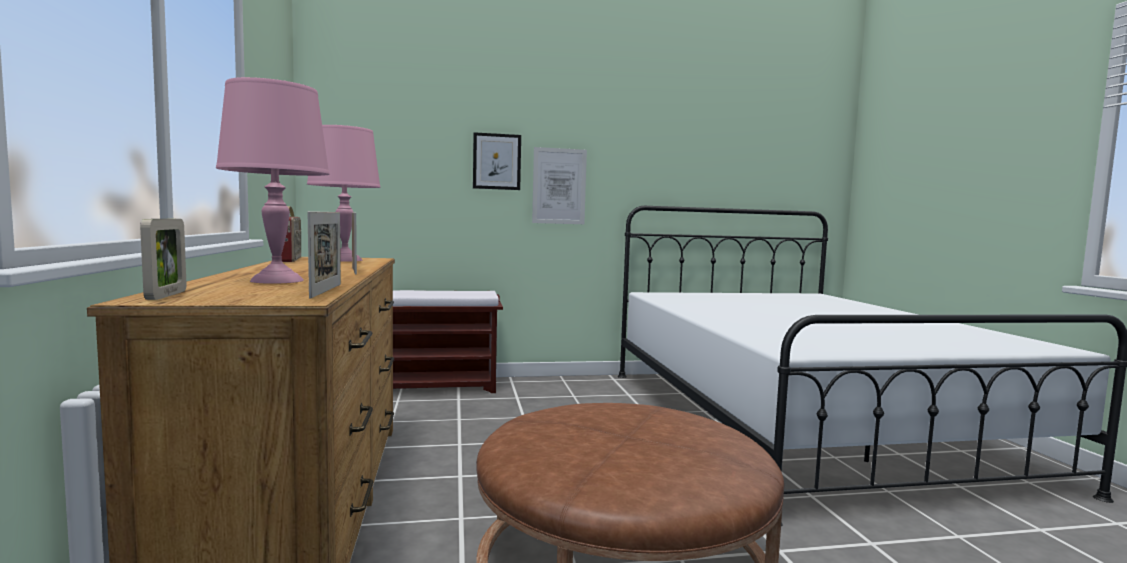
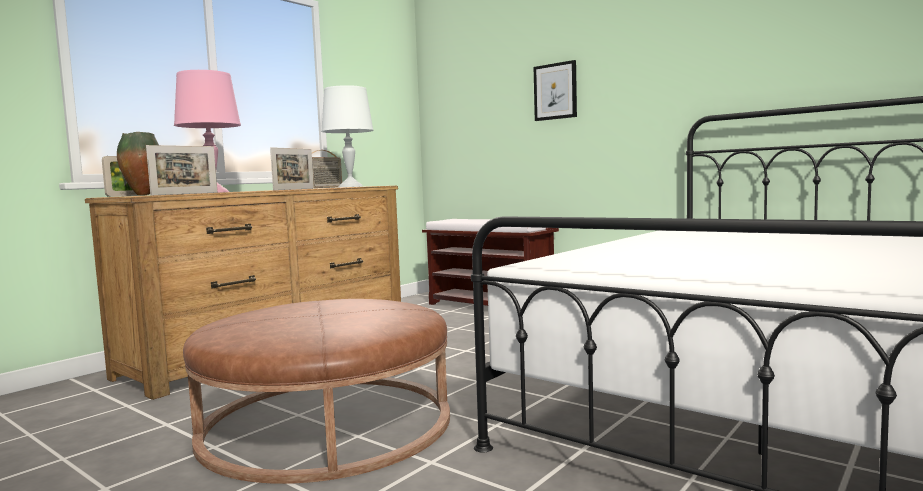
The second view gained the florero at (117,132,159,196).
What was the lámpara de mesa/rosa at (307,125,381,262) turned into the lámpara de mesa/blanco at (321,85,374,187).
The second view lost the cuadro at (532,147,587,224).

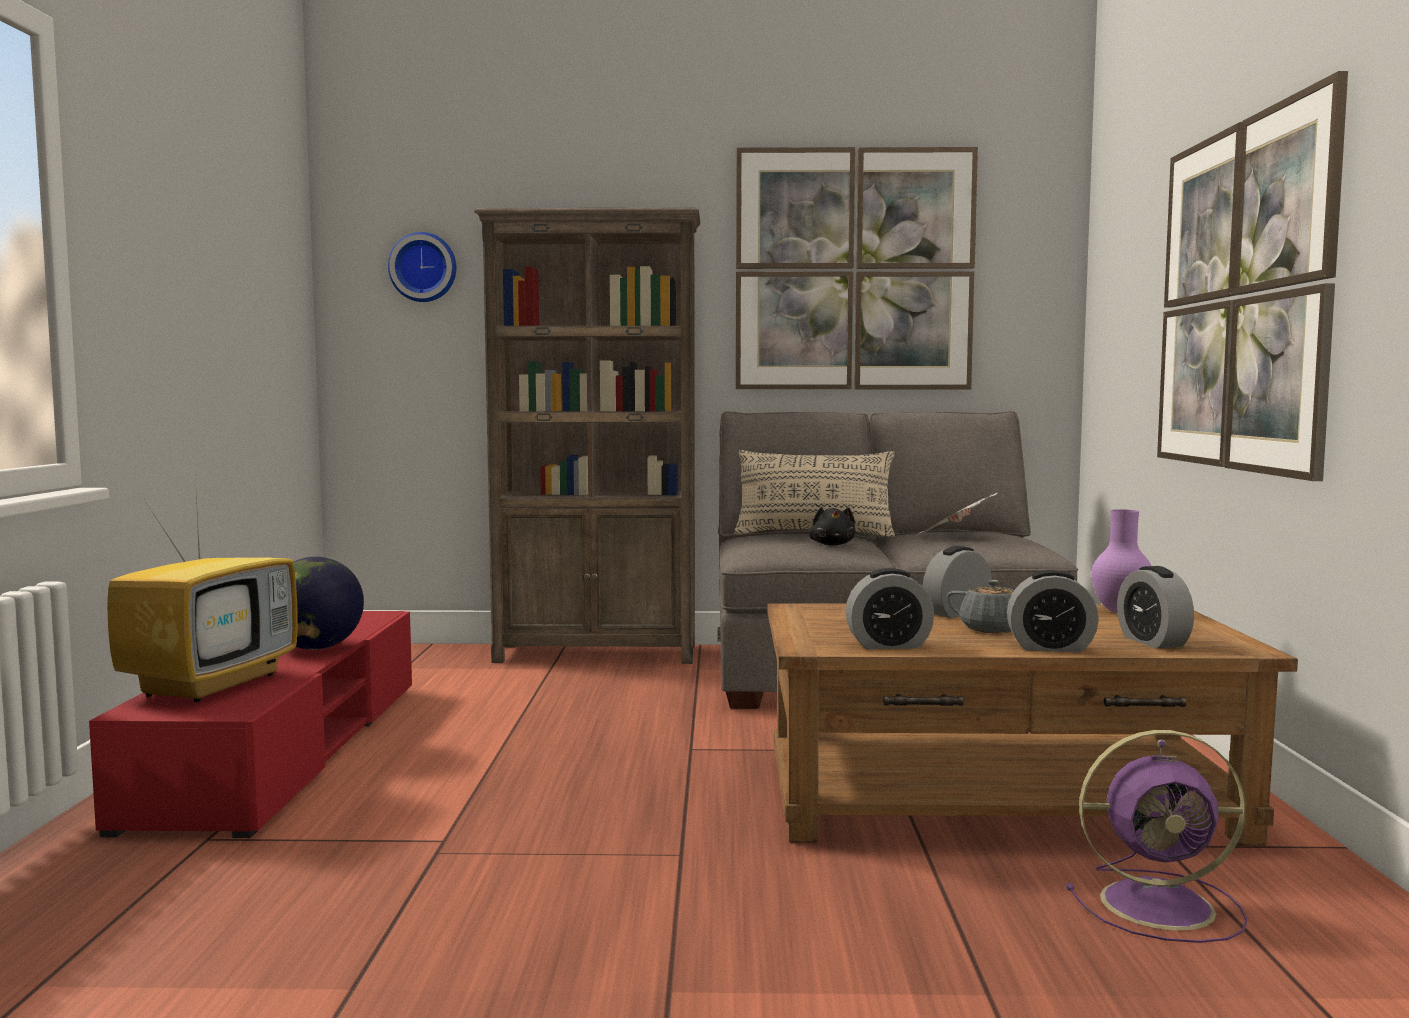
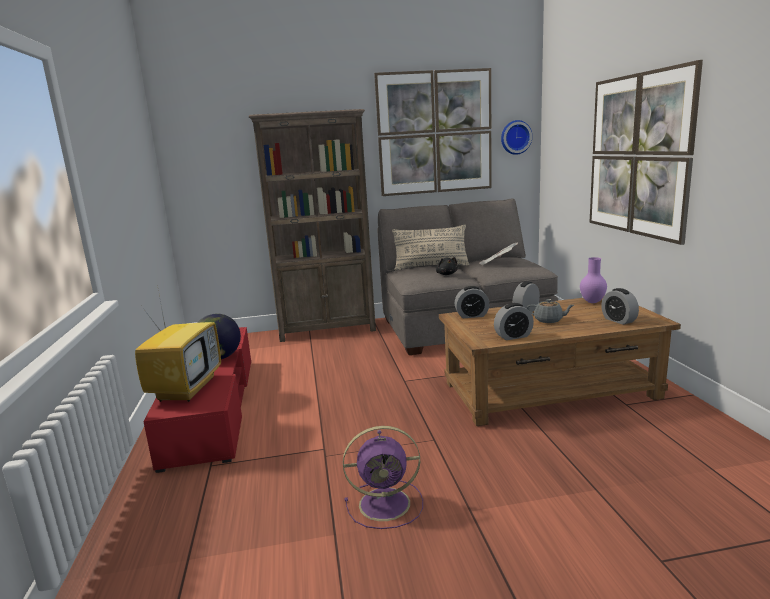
The ventilador/morado ended up elsewhere, having gone from (1066,730,1247,943) to (343,426,423,529).
The despertador ended up elsewhere, having gone from (1007,570,1099,652) to (455,286,489,318).
The reloj de pared ended up elsewhere, having gone from (388,232,456,302) to (501,120,532,155).

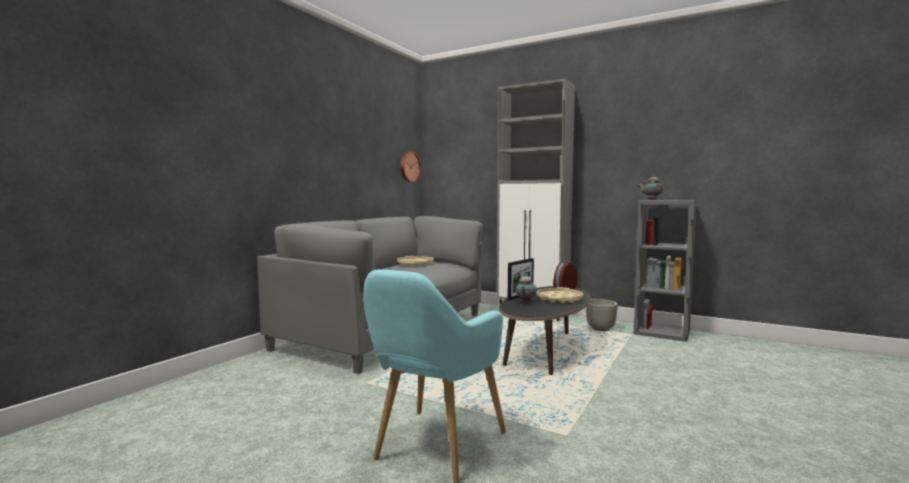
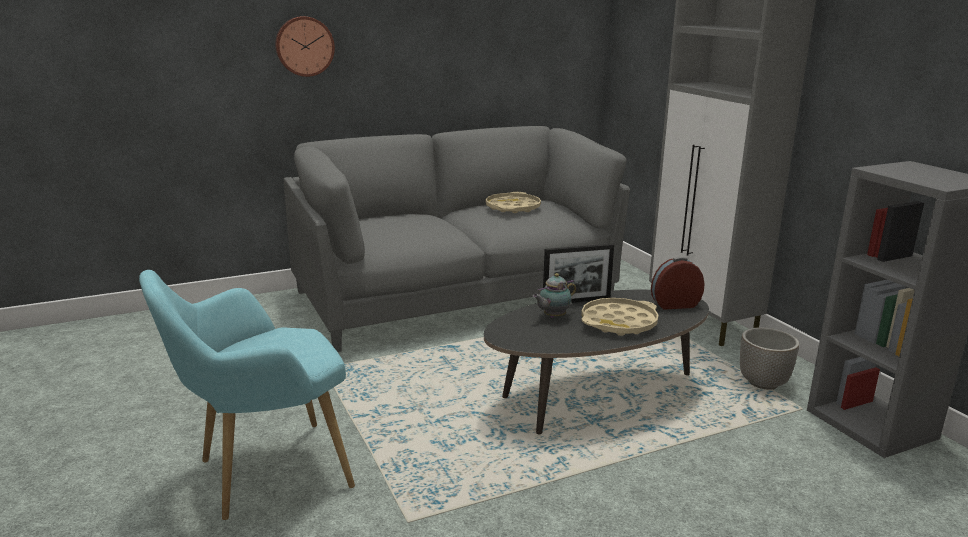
The reloj de pared ended up elsewhere, having gone from (400,152,421,182) to (275,16,335,77).
The second view lost the tetera at (638,175,668,200).

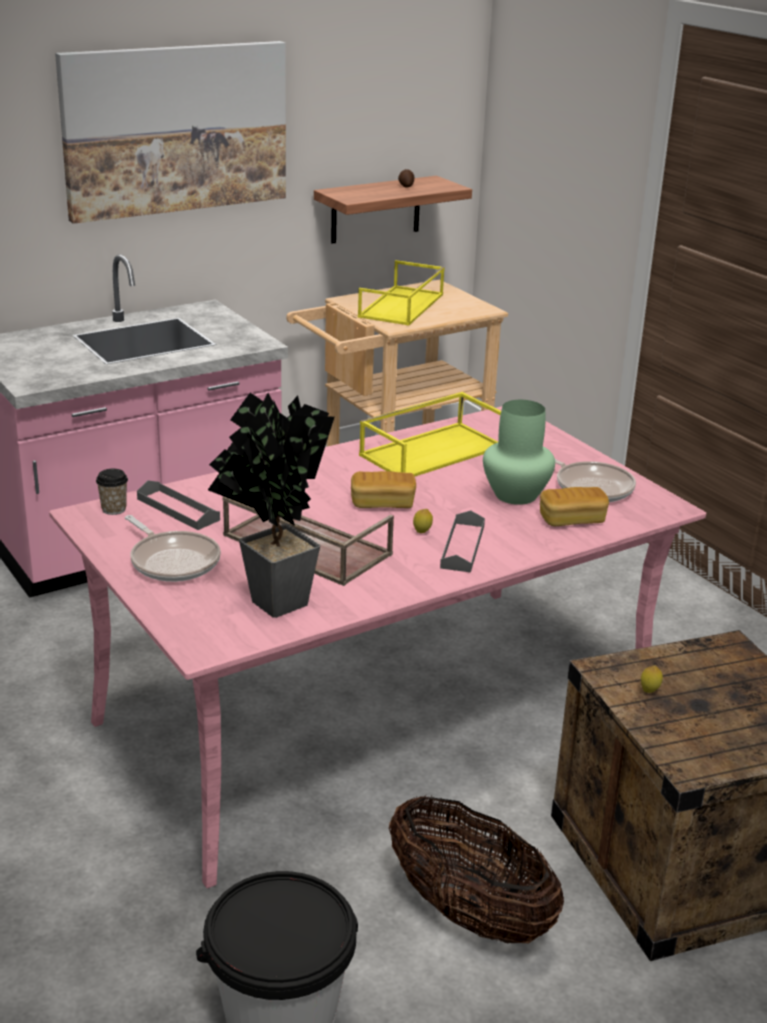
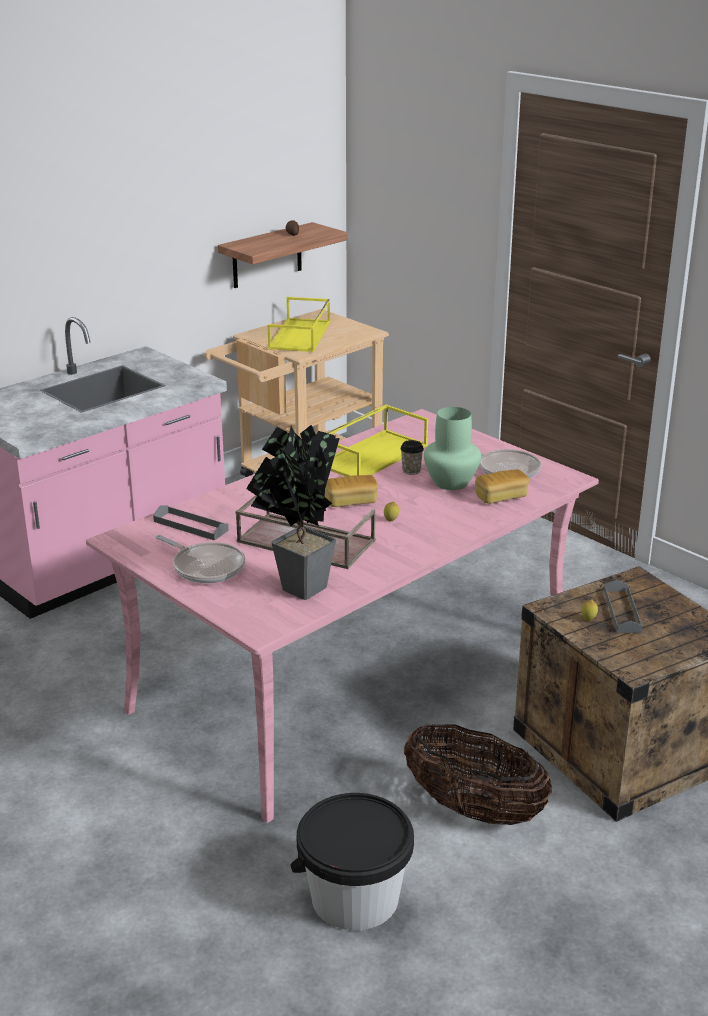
The taza ended up elsewhere, having gone from (96,469,128,515) to (400,440,424,475).
The bandeja/gris ended up elsewhere, having gone from (440,510,485,572) to (604,580,643,633).
The second view lost the cuadro at (55,41,286,224).

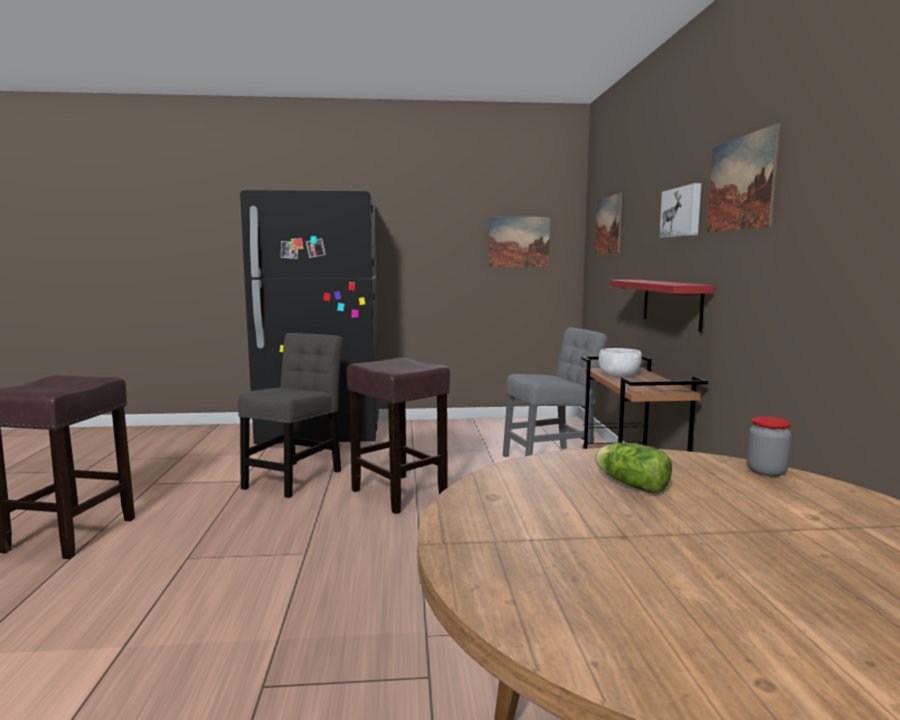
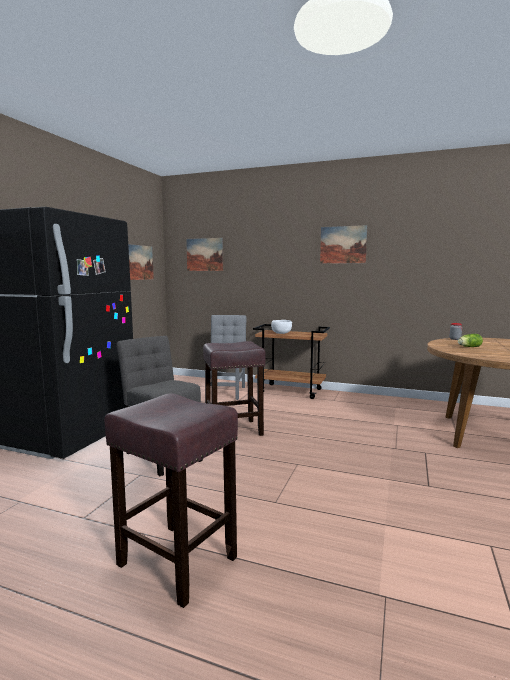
The second view lost the estante/rojo at (610,280,714,332).
The second view lost the cuadro at (659,183,701,238).

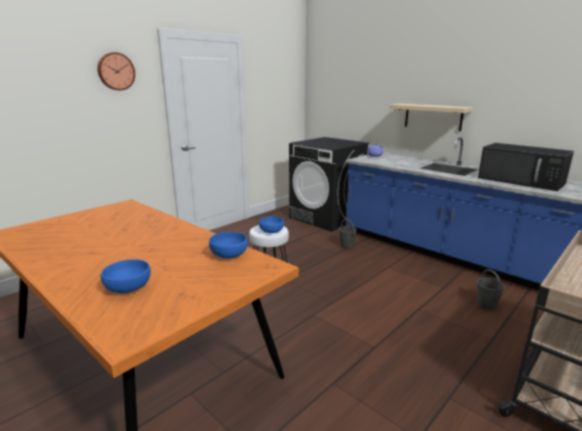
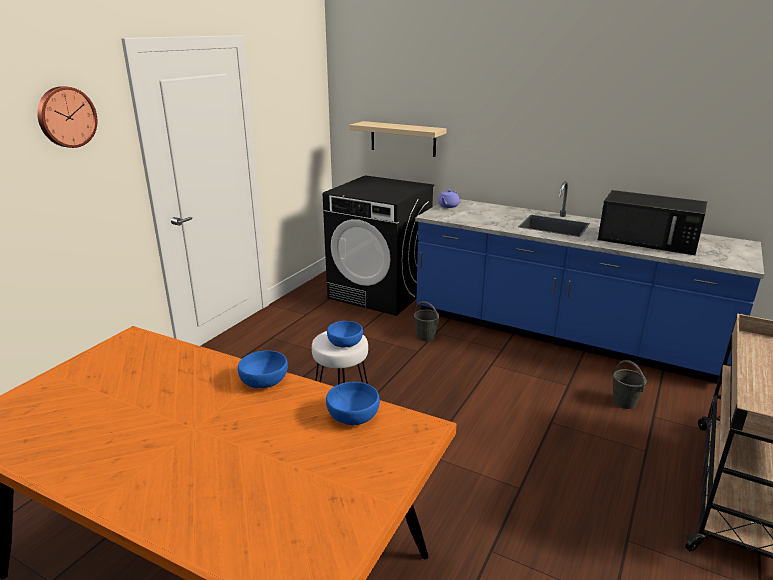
The cuenco/azul ended up elsewhere, having gone from (101,259,151,293) to (238,351,288,388).
The estante/beis ended up elsewhere, having gone from (389,104,474,131) to (349,121,447,157).

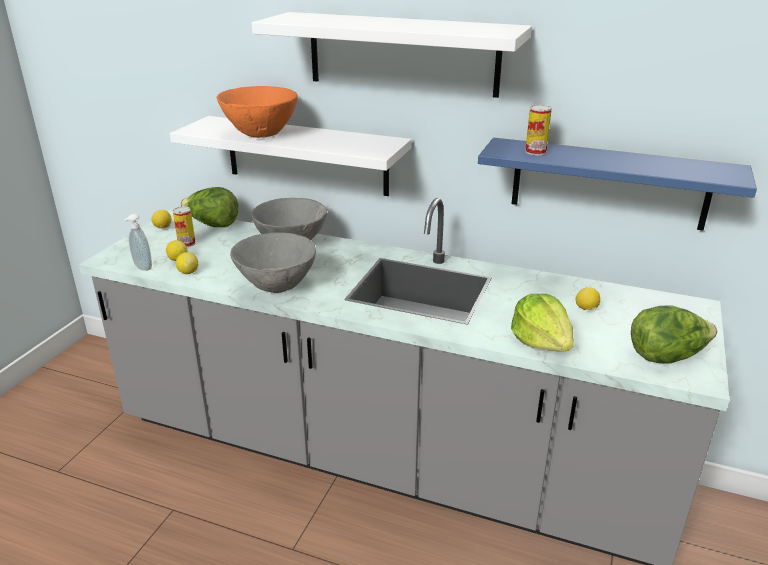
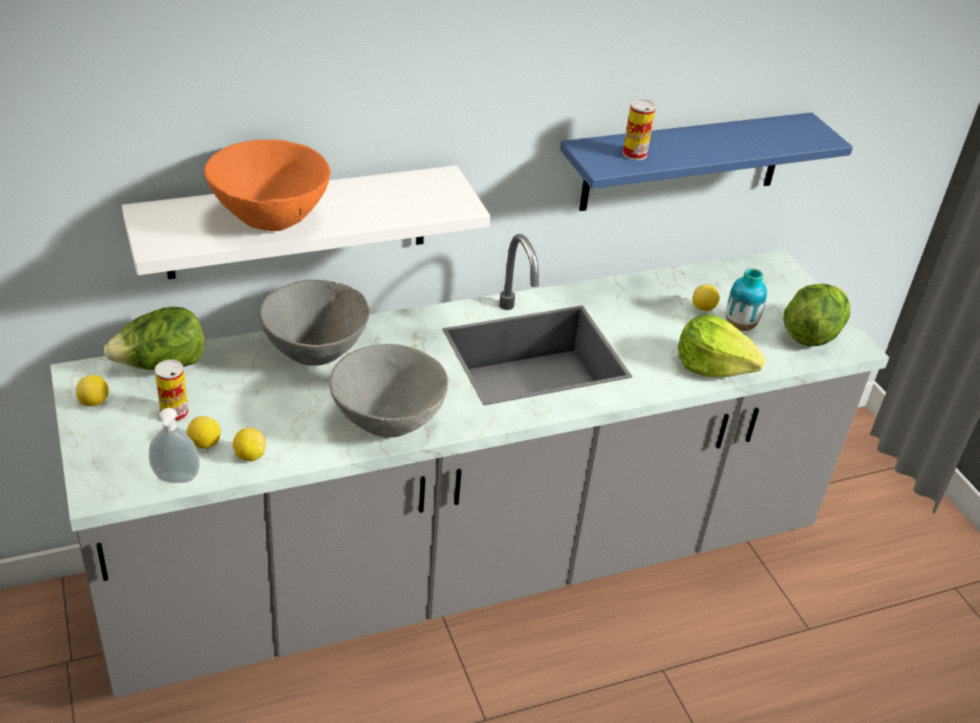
The second view gained the florero at (726,268,767,331).
The second view lost the estante/blanco at (252,12,532,98).

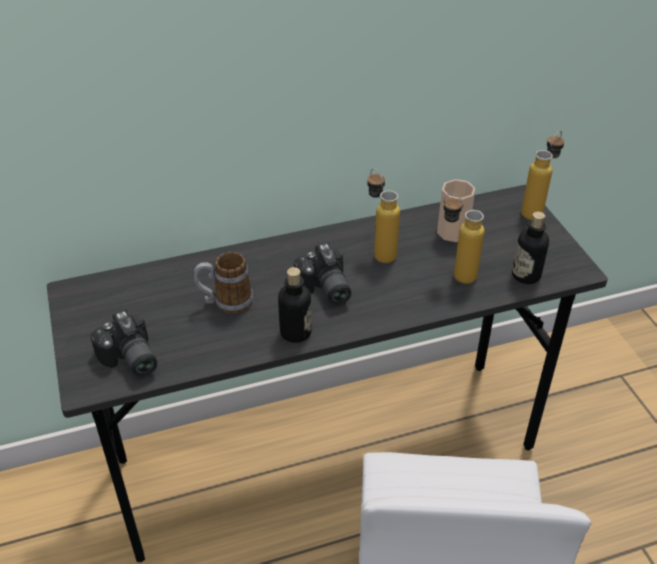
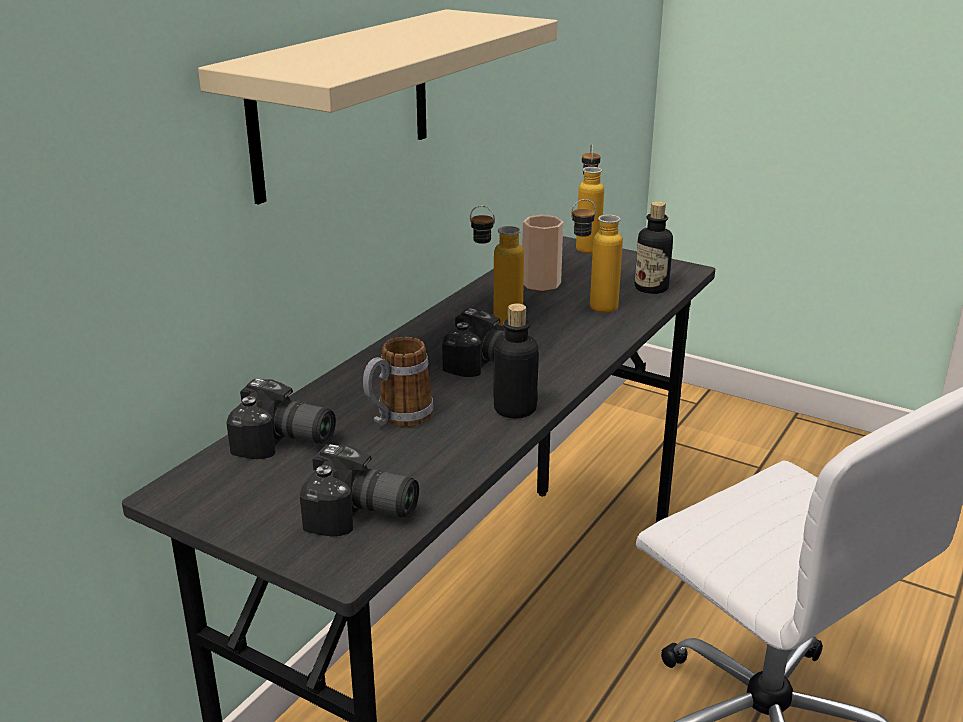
The second view gained the estante/beis at (198,9,558,205).
The second view gained the cámara at (226,379,336,459).

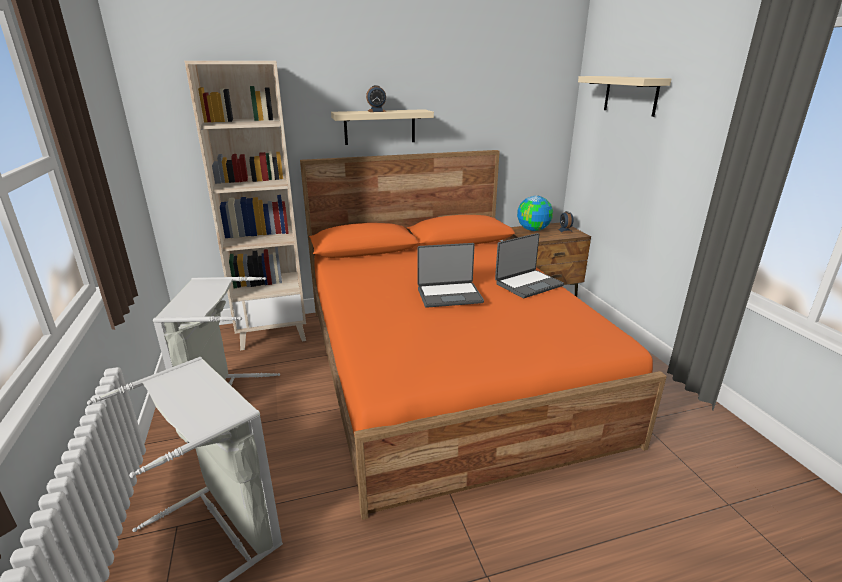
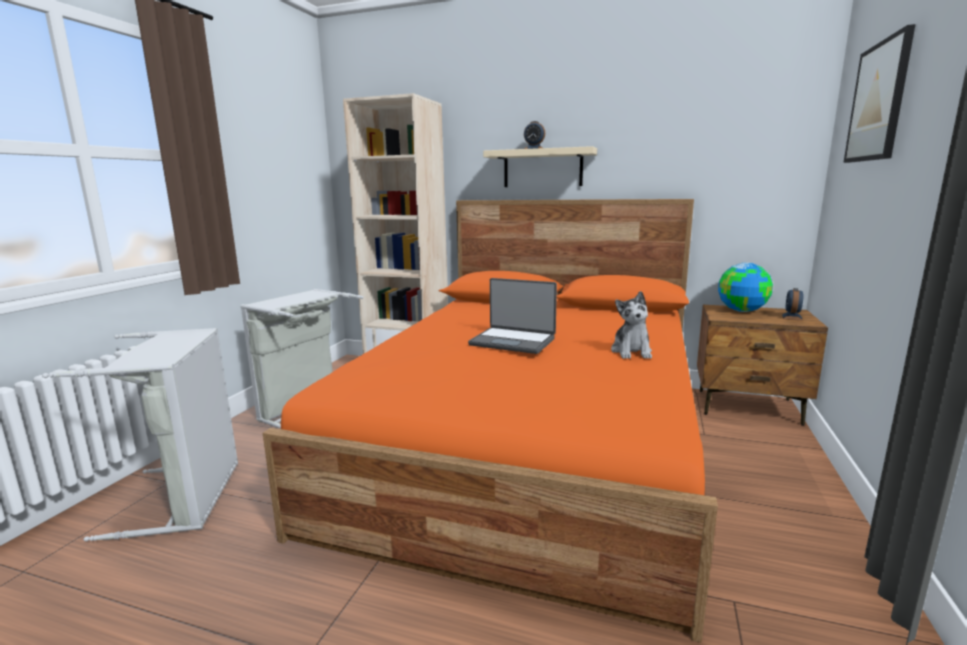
Where the portátil stood at (495,233,564,298), the peluche came to stand at (611,291,652,359).
Where the estante/beis hung at (578,76,671,117), the cuadro came to hang at (843,24,916,163).

